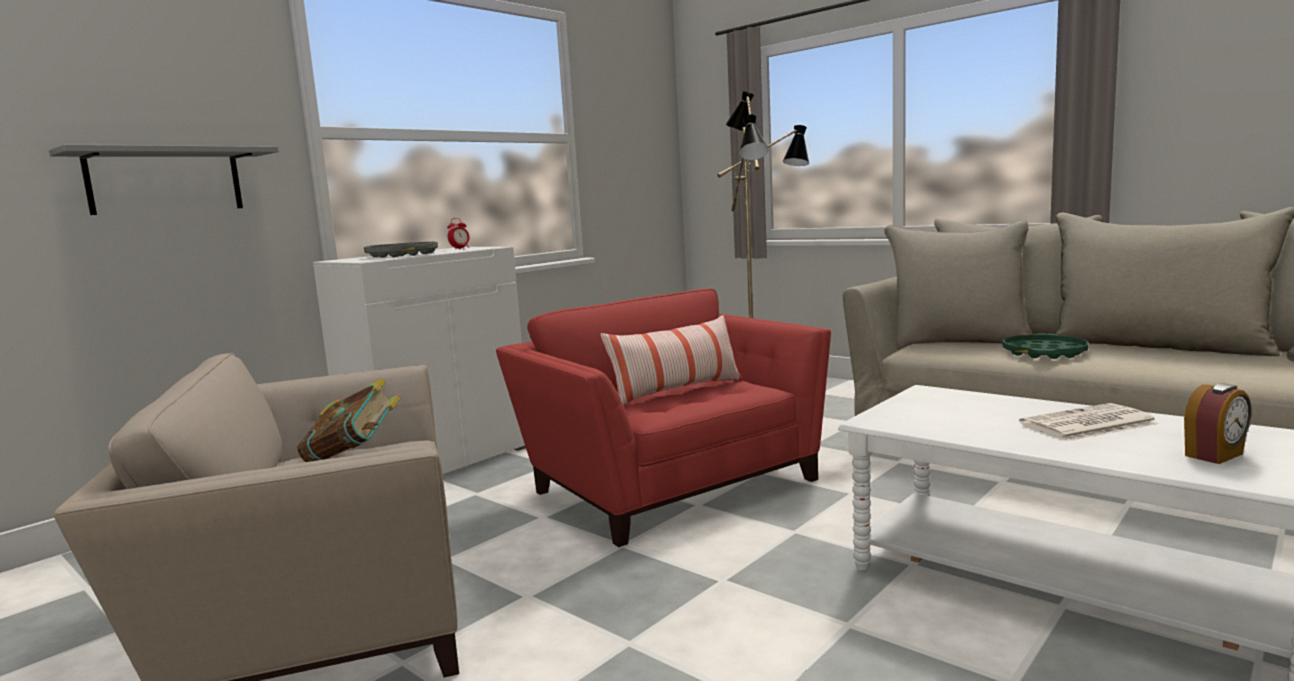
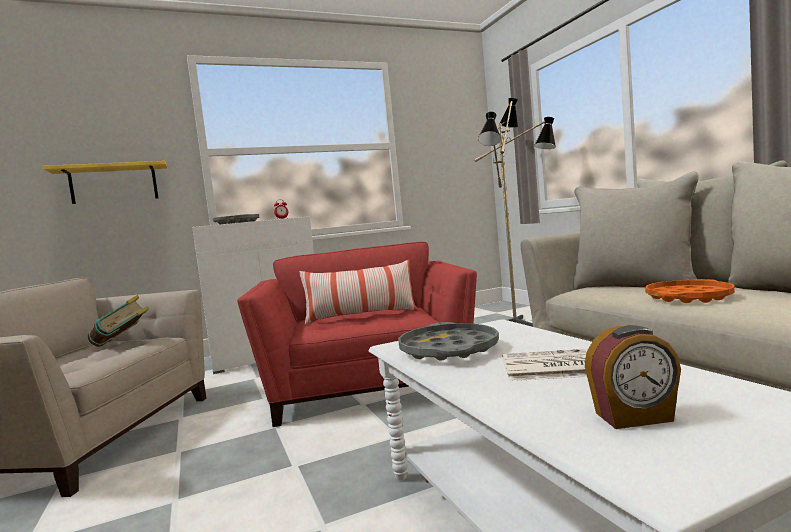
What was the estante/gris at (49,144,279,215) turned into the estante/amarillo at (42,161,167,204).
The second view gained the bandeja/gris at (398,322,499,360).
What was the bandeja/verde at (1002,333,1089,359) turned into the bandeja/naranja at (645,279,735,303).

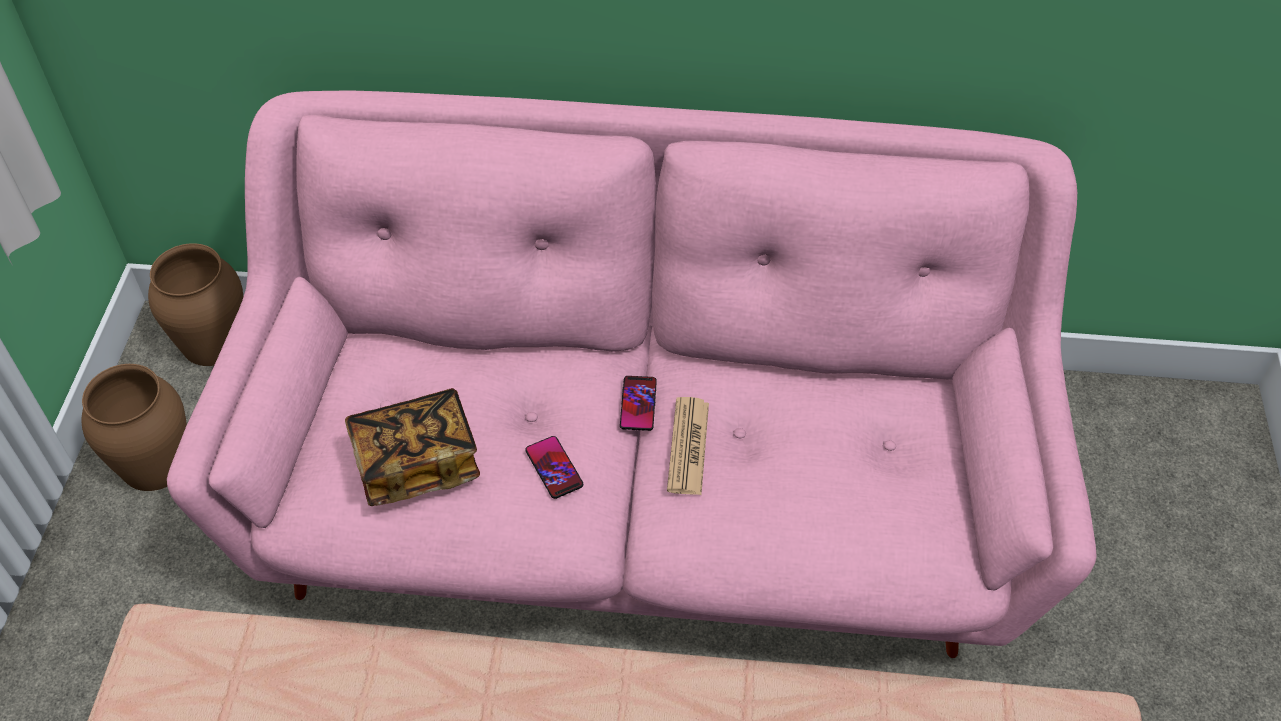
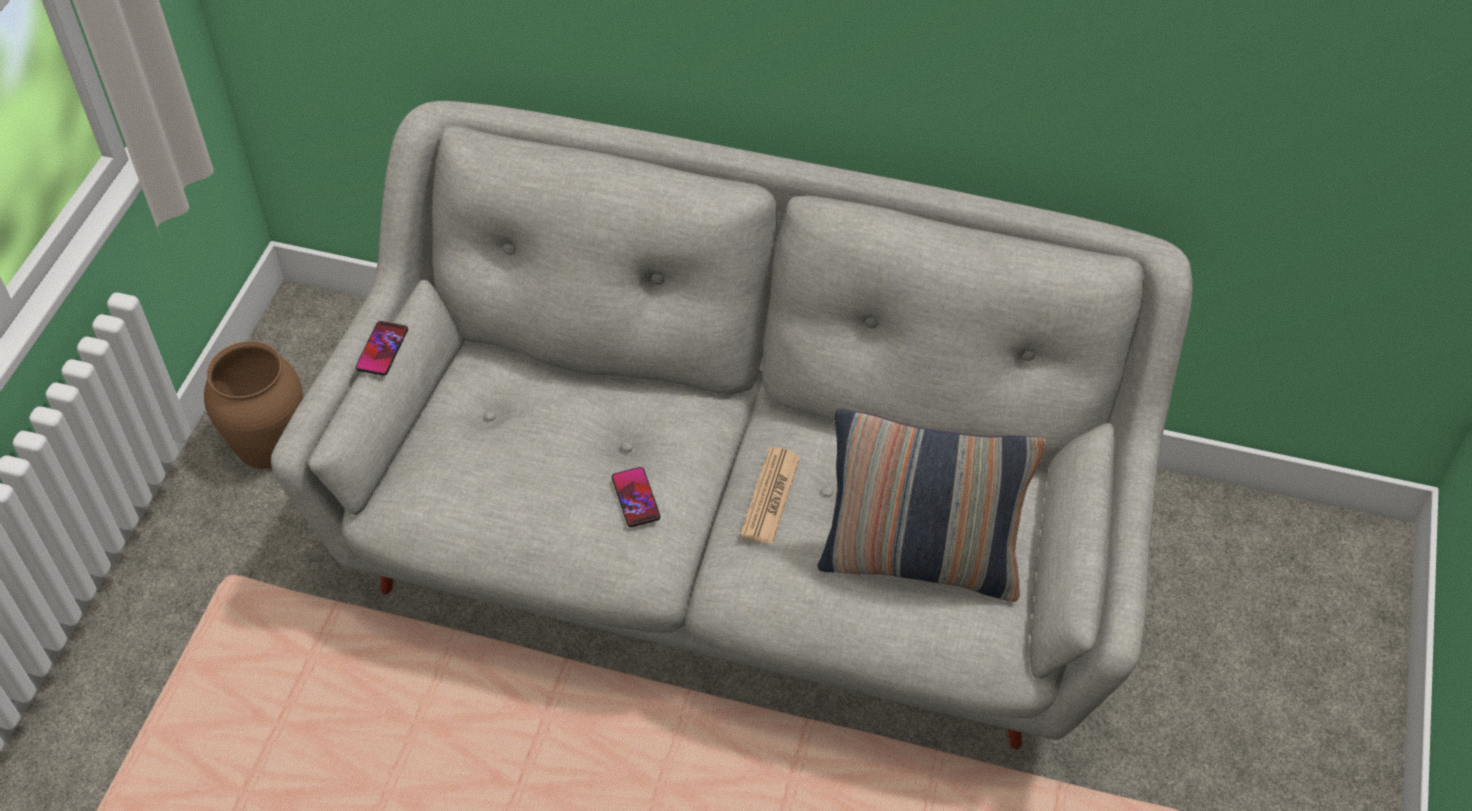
What was the sofá/rosa at (167,91,1097,658) turned into the sofá/gris at (271,101,1192,749).
The móvil ended up elsewhere, having gone from (620,376,657,431) to (356,321,408,376).
The second view gained the cojín at (817,409,1046,602).
The second view lost the florero/marrón at (148,243,244,366).
The second view lost the libro at (345,388,480,506).

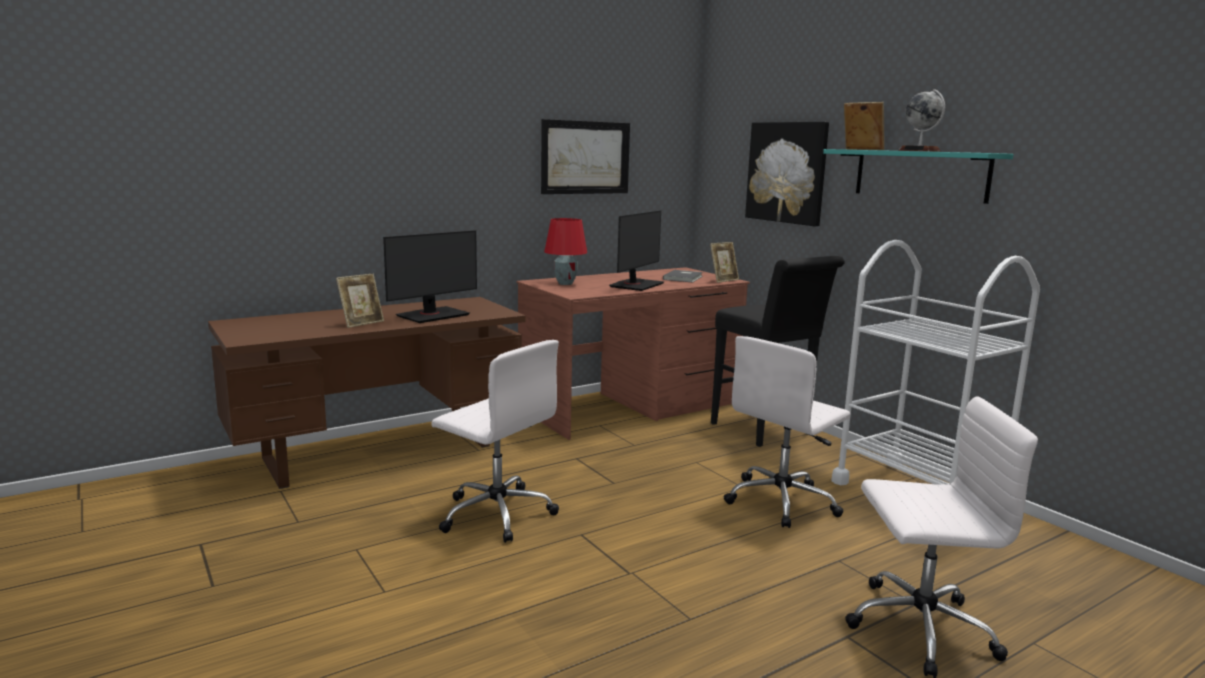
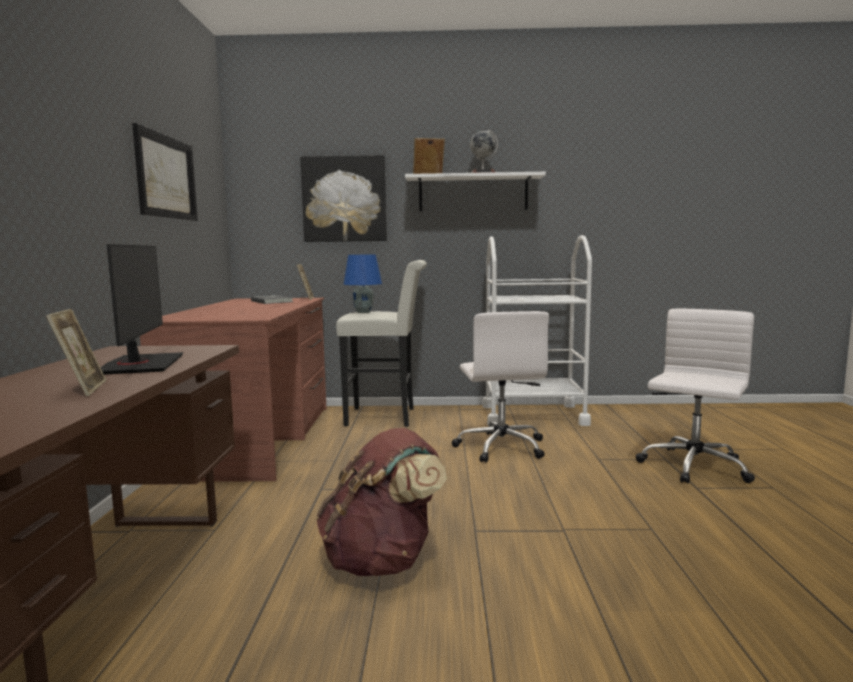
Where the silla de oficina/blanco stood at (431,340,559,543), the mochila/marrón came to stand at (316,428,447,576).
What was the taburete/negro at (711,256,845,447) turned into the taburete/blanco at (336,260,427,427).
The second view gained the lámpara de mesa/azul at (344,254,382,313).
What was the estante/turquesa at (823,149,1014,204) turned into the estante/blanco at (405,172,546,211).
The second view lost the lámpara de mesa/rojo at (544,218,587,285).
The second view lost the monitor at (609,210,664,291).

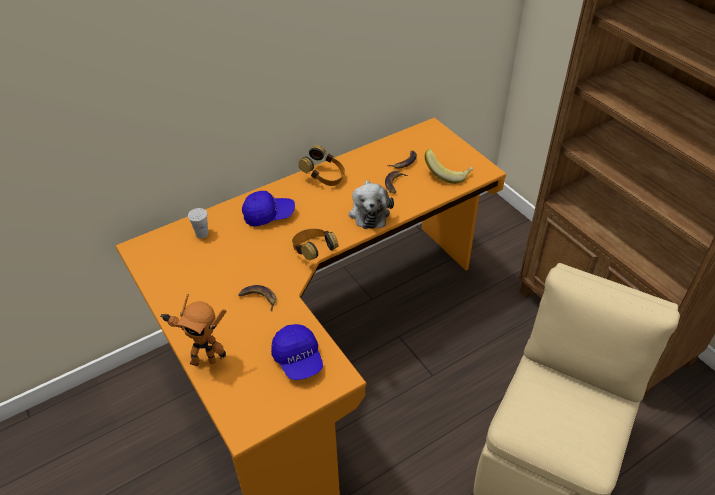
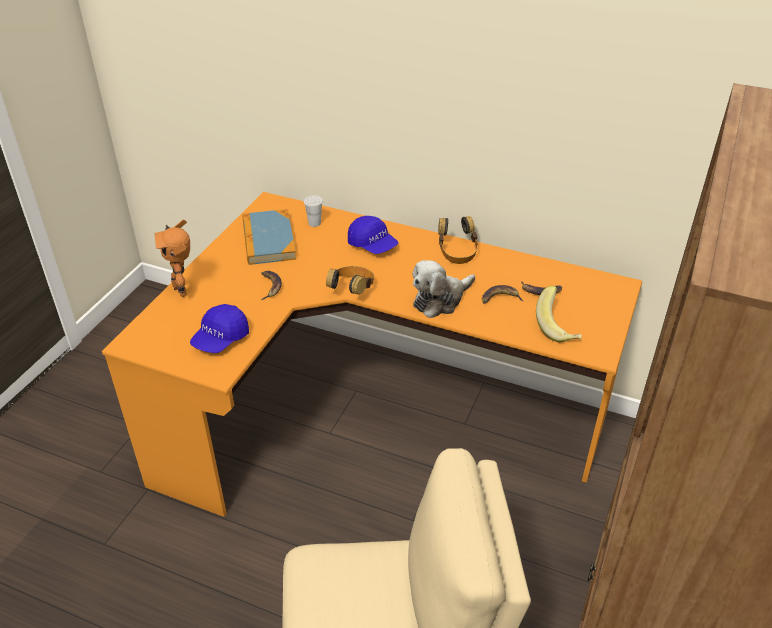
The second view gained the libro at (242,209,296,265).

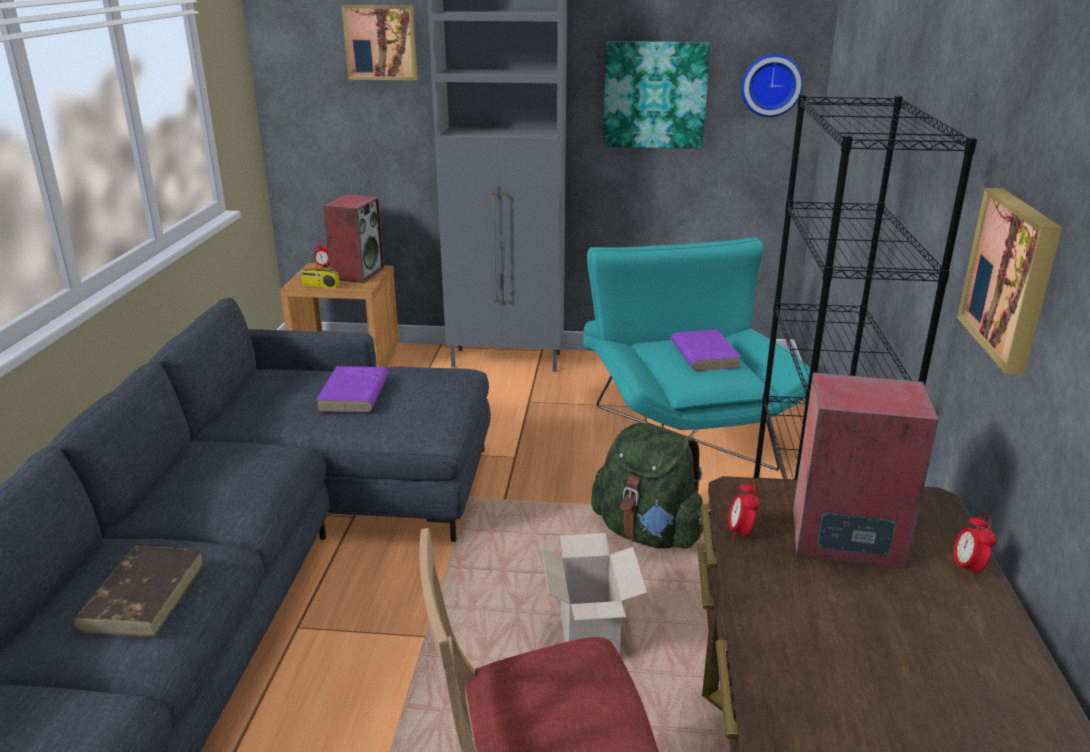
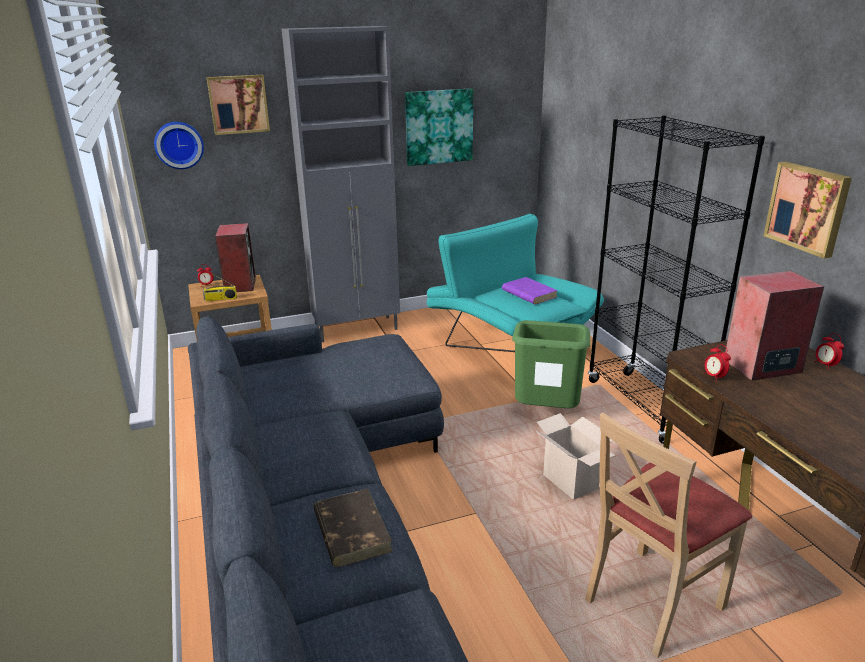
The reloj de pared ended up elsewhere, having gone from (741,54,803,117) to (154,122,204,169).
Where the mochila/verde stood at (591,423,703,549), the papelera/verde came to stand at (512,320,590,408).
The second view lost the libro/morado at (316,366,389,413).

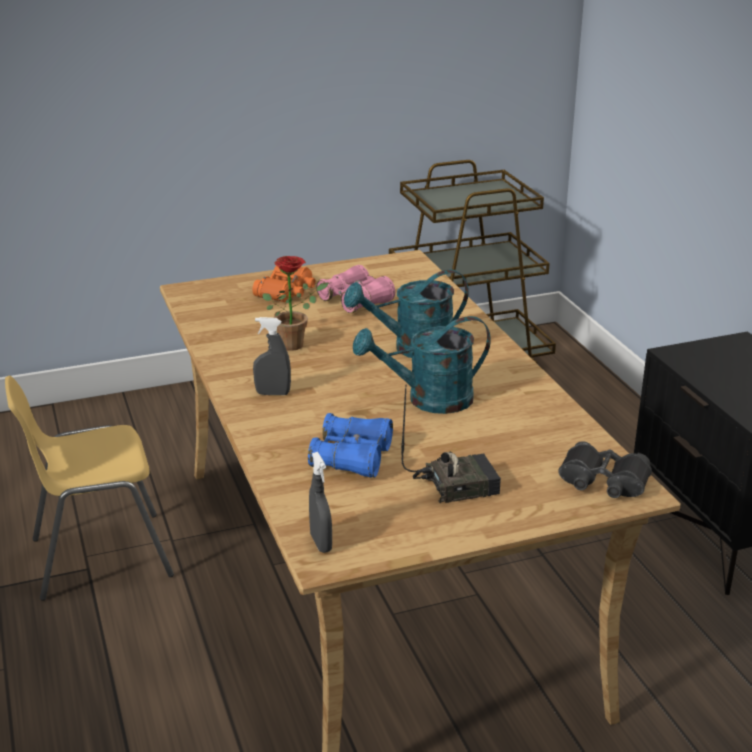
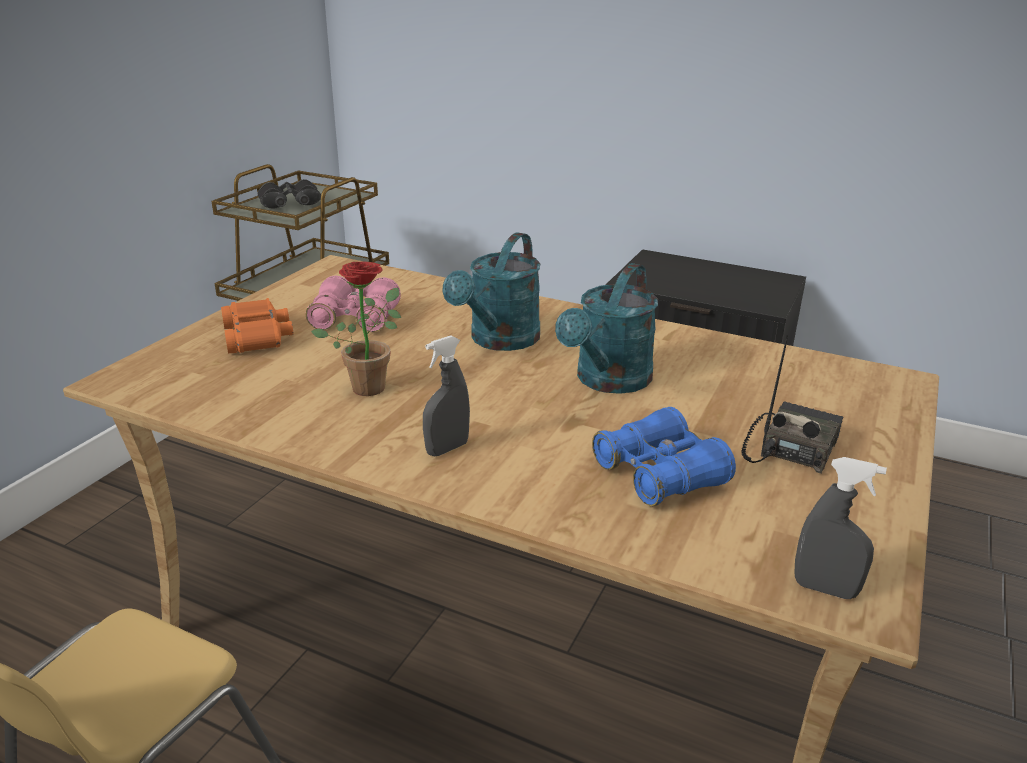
The prismáticos/negro ended up elsewhere, having gone from (558,441,652,498) to (258,179,321,208).

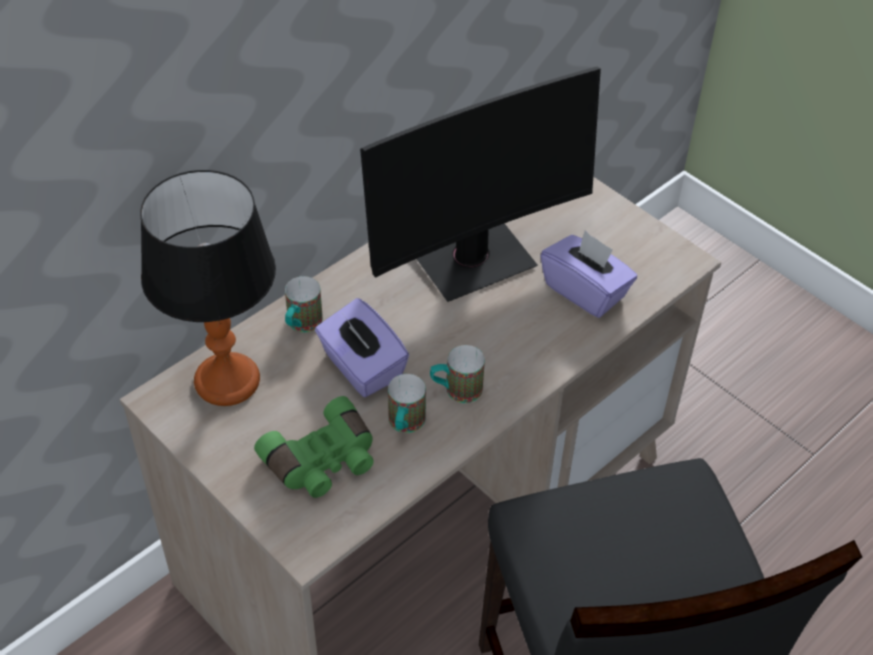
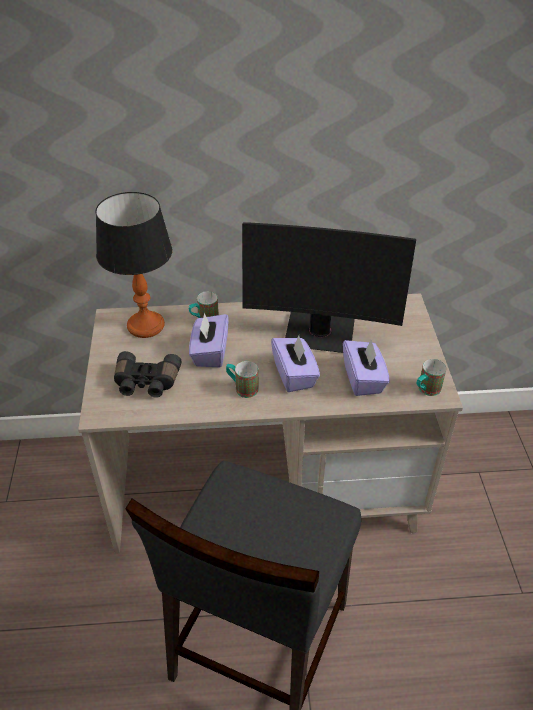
What was the prismáticos/verde at (254,396,374,498) turned into the prismáticos/negro at (114,351,182,398).
The second view gained the caja de pañuelos/morado at (271,336,320,392).
The taza grande ended up elsewhere, having gone from (388,374,426,433) to (416,359,446,396).

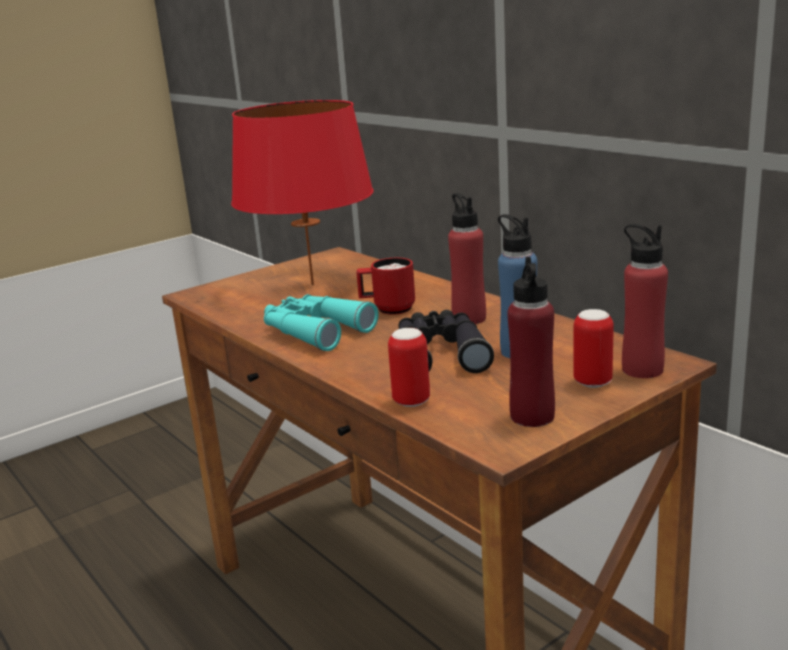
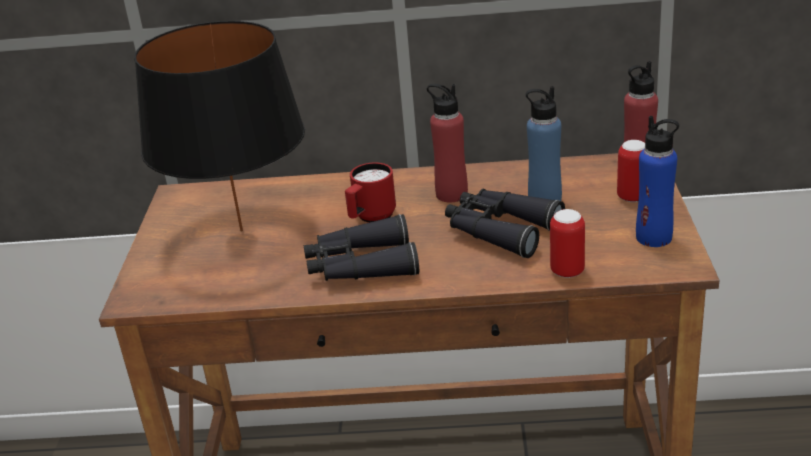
What was the lámpara de mesa/rojo at (231,100,374,285) turned into the lámpara de mesa/negro at (134,21,305,232).
What was the prismáticos/turquesa at (264,294,379,351) turned into the prismáticos/negro at (304,214,419,281).
What was the botella/rojo at (507,257,555,427) turned into the botella/azul at (636,116,679,247).

